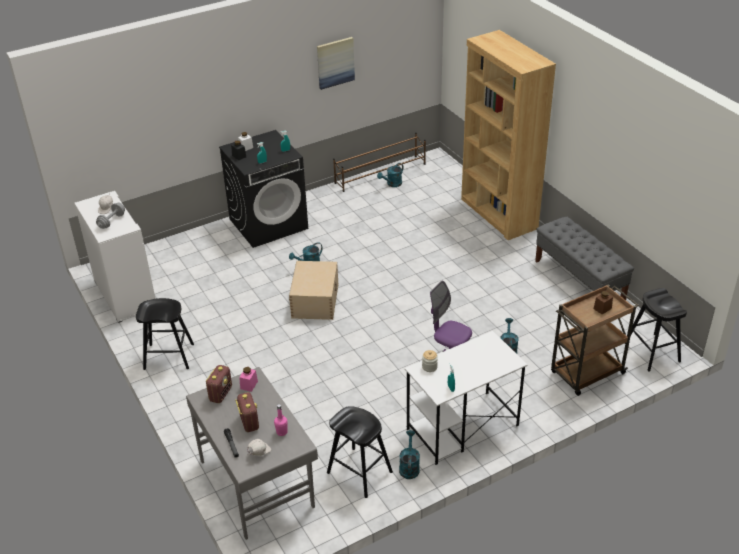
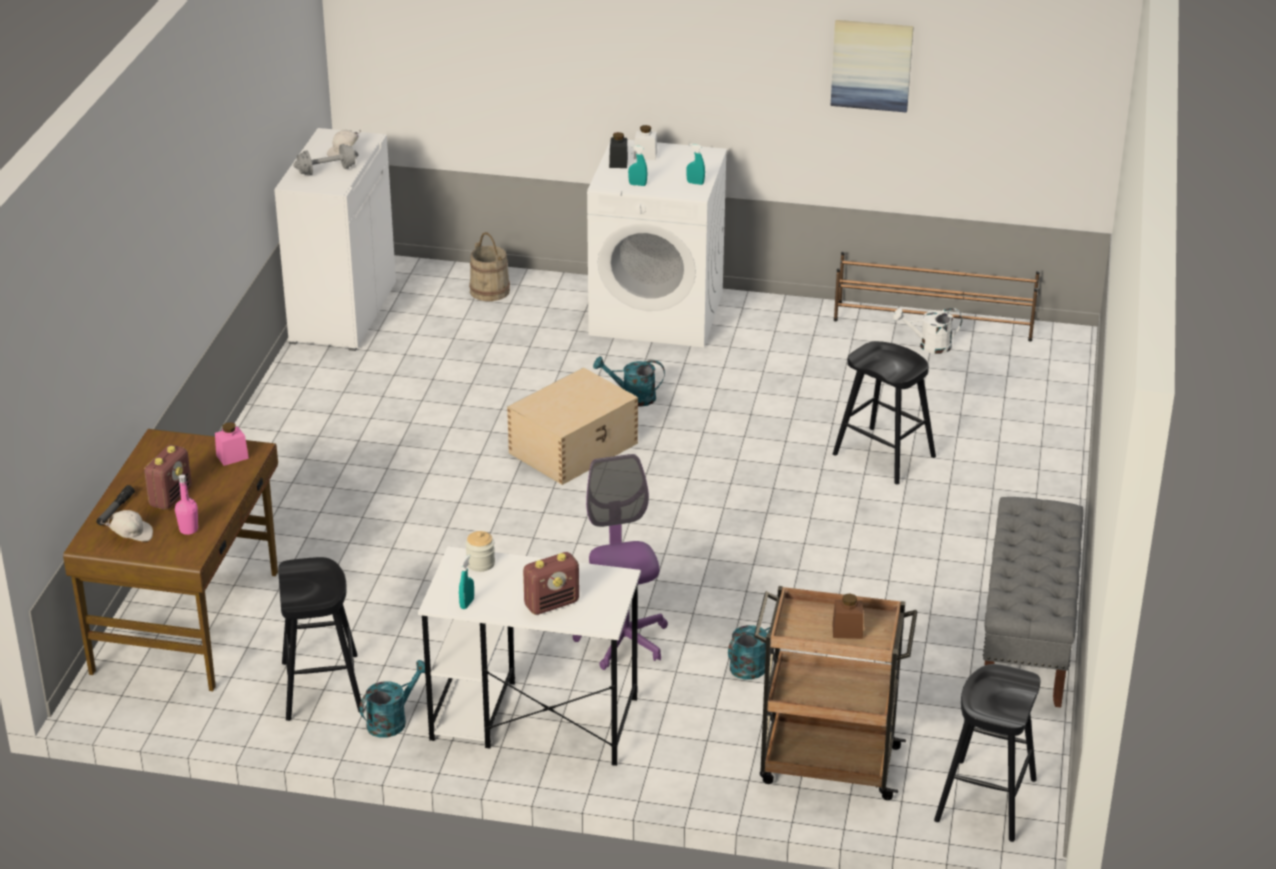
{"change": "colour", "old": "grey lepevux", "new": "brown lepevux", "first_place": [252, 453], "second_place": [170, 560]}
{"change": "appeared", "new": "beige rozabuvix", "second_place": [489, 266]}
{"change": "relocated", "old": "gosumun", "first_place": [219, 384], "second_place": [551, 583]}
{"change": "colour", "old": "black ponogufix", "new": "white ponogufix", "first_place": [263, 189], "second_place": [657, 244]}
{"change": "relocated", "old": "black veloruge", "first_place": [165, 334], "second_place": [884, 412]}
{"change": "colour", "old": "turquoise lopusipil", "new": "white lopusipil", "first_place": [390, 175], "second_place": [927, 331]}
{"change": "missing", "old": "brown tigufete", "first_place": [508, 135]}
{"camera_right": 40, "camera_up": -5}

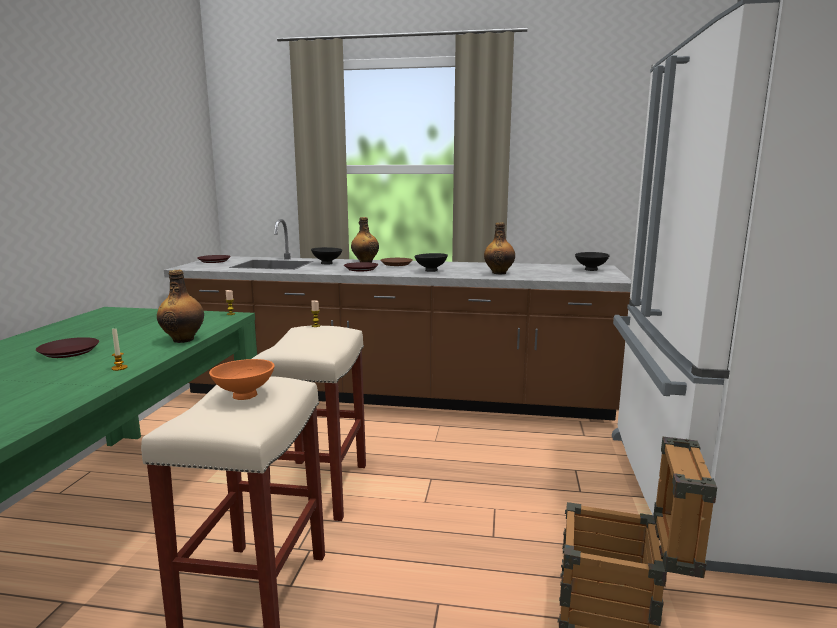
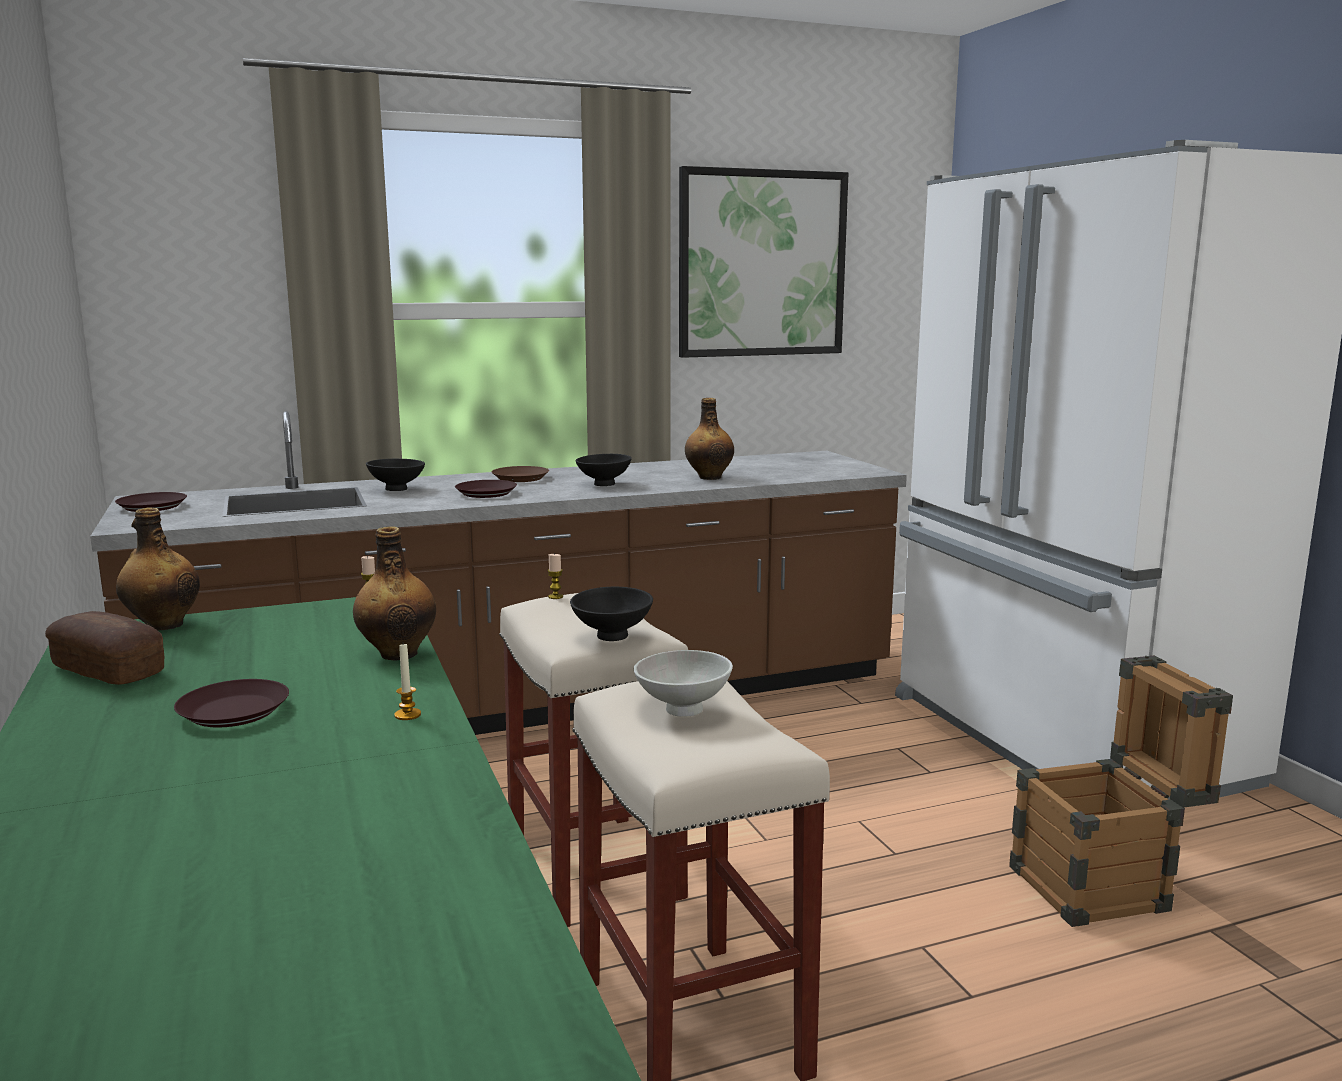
{"change": "appeared", "new": "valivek", "second_place": [104, 648]}
{"change": "relocated", "old": "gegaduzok", "first_place": [365, 240], "second_place": [158, 568]}
{"change": "relocated", "old": "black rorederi", "first_place": [592, 261], "second_place": [611, 614]}
{"change": "colour", "old": "orange rorederi", "new": "white rorederi", "first_place": [242, 379], "second_place": [683, 683]}
{"change": "appeared", "new": "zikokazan", "second_place": [763, 262]}
{"camera_right": -30, "camera_up": 0}

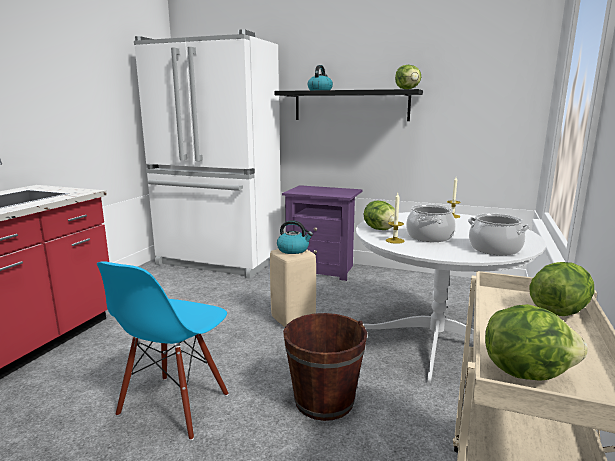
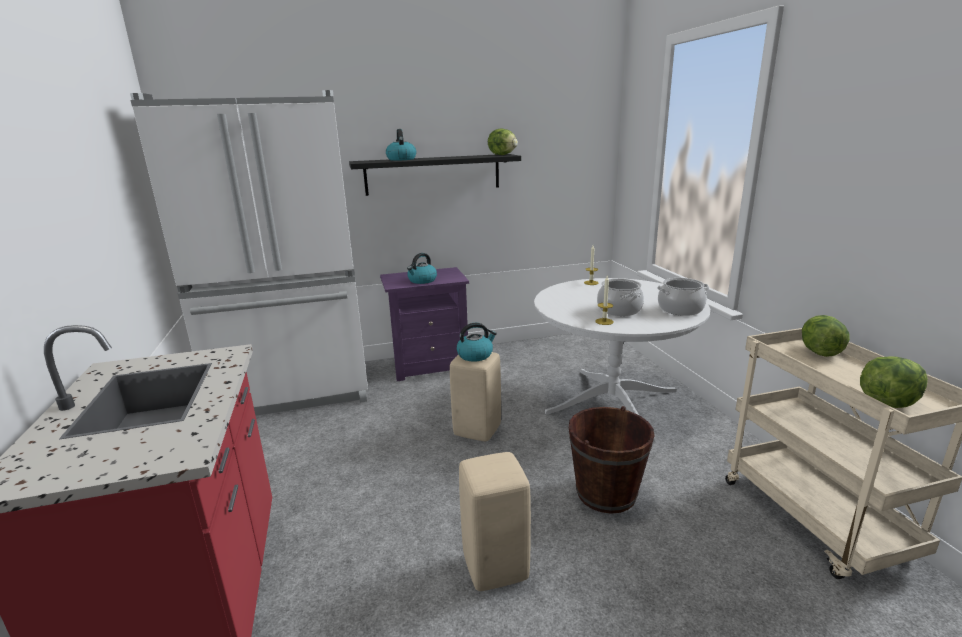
{"change": "appeared", "new": "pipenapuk", "second_place": [422, 268]}
{"change": "exchanged", "old": "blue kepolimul", "new": "beige veloruge", "first_place": [163, 350], "second_place": [495, 521]}
{"change": "missing", "old": "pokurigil", "first_place": [379, 215]}
{"camera_right": -35, "camera_up": 5}

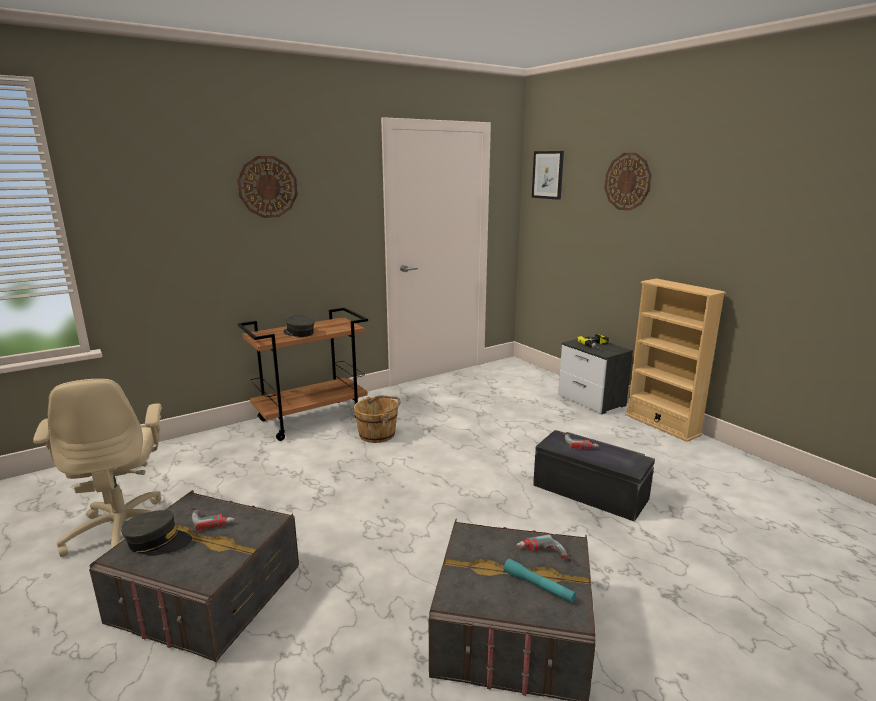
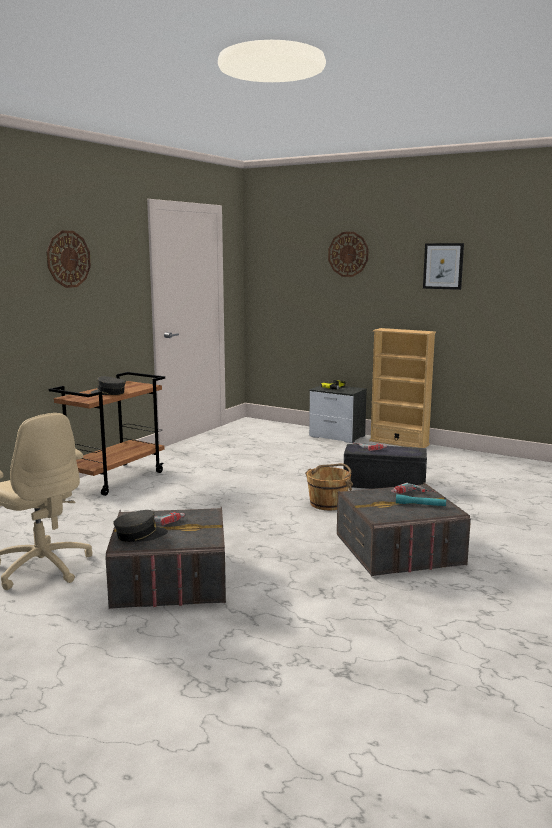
{"change": "relocated", "old": "brown rozabuvix", "first_place": [377, 419], "second_place": [329, 486]}
{"change": "relocated", "old": "zikokazan", "first_place": [548, 175], "second_place": [443, 266]}
{"camera_right": -25, "camera_up": -5}

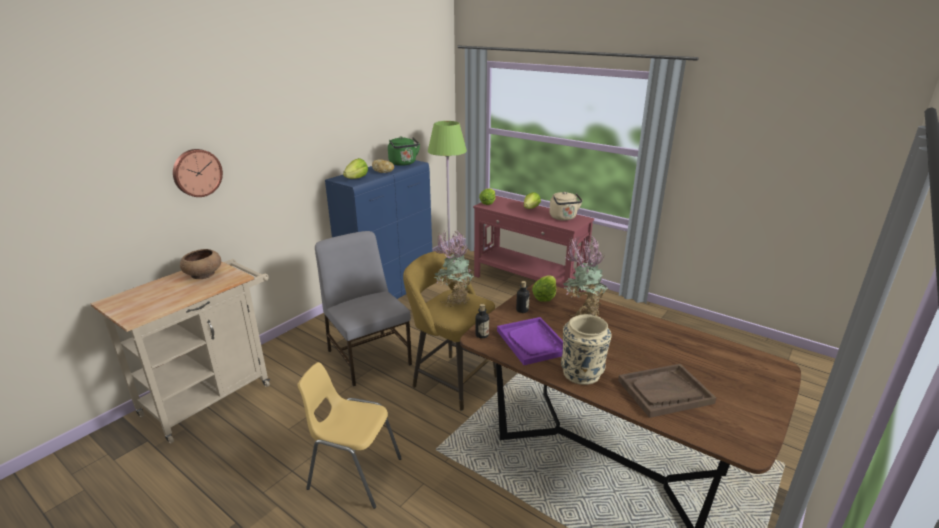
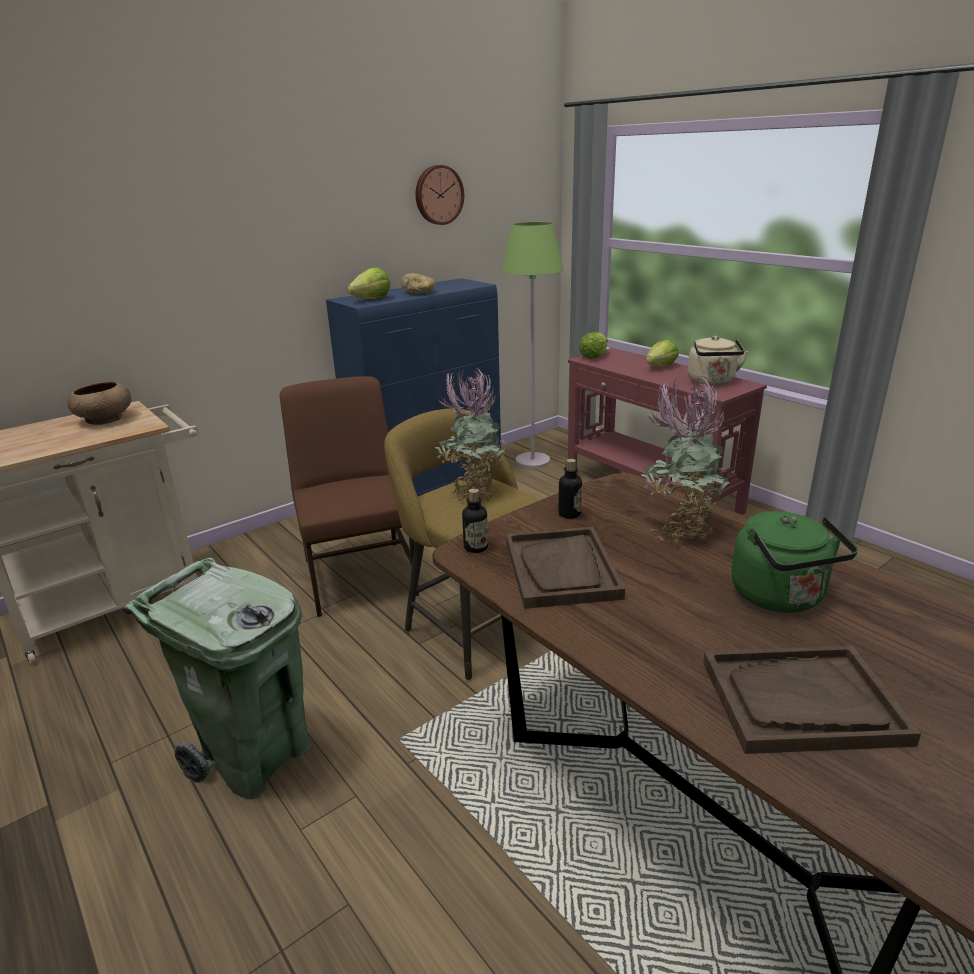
{"change": "exchanged", "old": "yellow kepolimul", "new": "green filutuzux", "first_place": [349, 435], "second_place": [217, 678]}
{"change": "colour", "old": "grey kepolimul", "new": "brown kepolimul", "first_place": [363, 308], "second_place": [349, 496]}
{"change": "relocated", "old": "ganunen", "first_place": [198, 173], "second_place": [439, 195]}
{"change": "colour", "old": "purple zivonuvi", "new": "brown zivonuvi", "first_place": [530, 341], "second_place": [565, 568]}
{"change": "relocated", "old": "green pipenapuk", "first_place": [404, 151], "second_place": [794, 562]}
{"change": "missing", "old": "pokurigil", "first_place": [544, 289]}
{"change": "missing", "old": "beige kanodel", "first_place": [586, 349]}
{"camera_right": 15, "camera_up": 0}

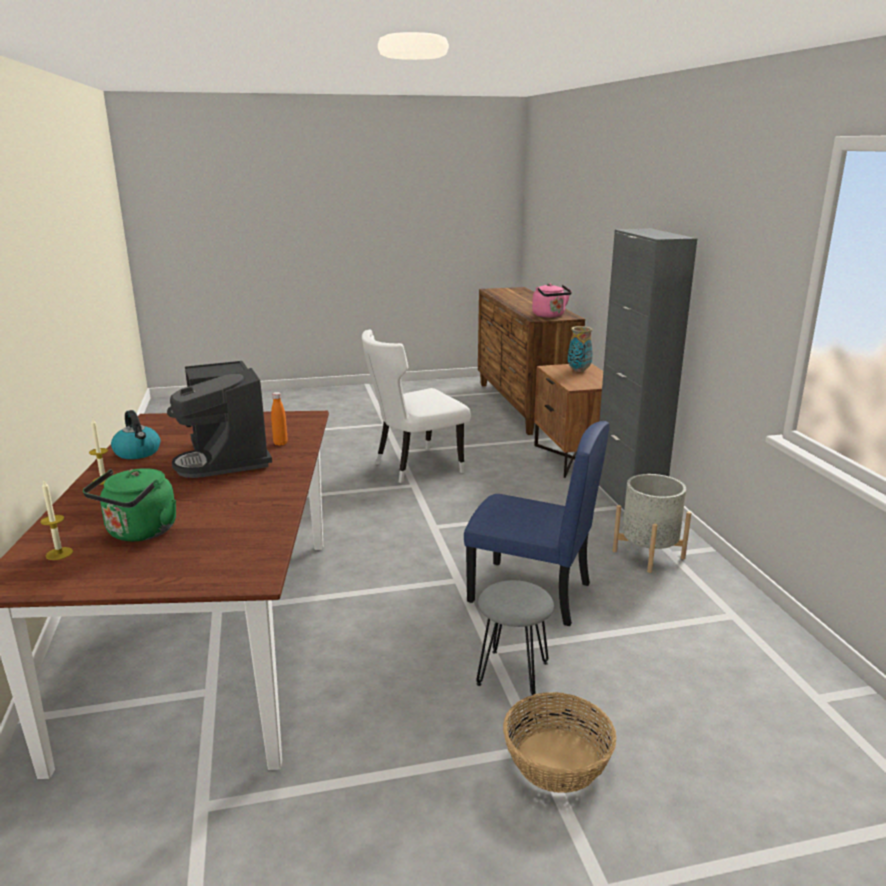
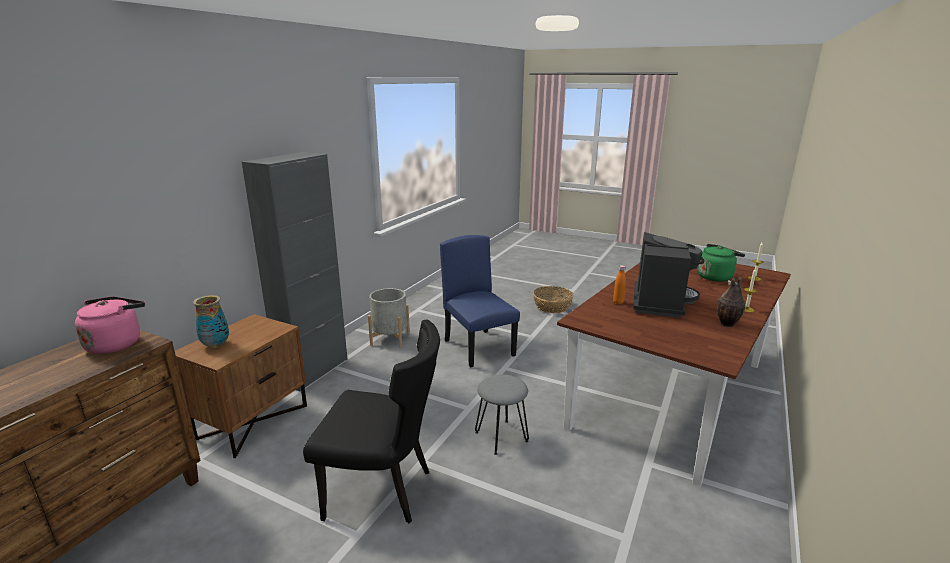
{"change": "colour", "old": "white kepolimul", "new": "black kepolimul", "first_place": [416, 406], "second_place": [371, 422]}
{"change": "relocated", "old": "grey veloruge", "first_place": [515, 638], "second_place": [502, 414]}
{"change": "exchanged", "old": "pipenapuk", "new": "kanodel", "first_place": [135, 434], "second_place": [731, 302]}
{"camera_right": -140, "camera_up": 0}

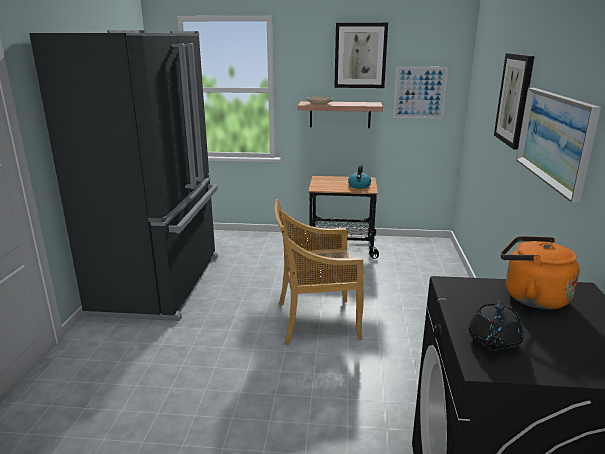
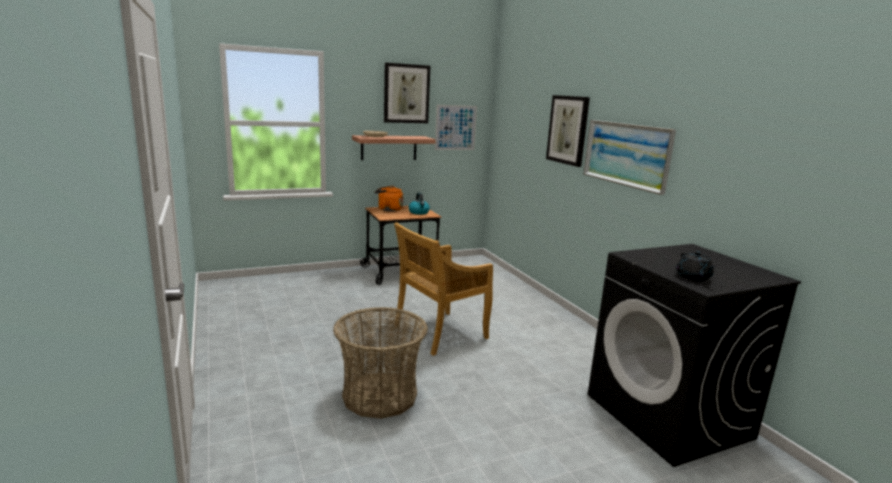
{"change": "appeared", "new": "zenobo", "second_place": [380, 363]}
{"change": "relocated", "old": "orange pipenapuk", "first_place": [540, 273], "second_place": [389, 199]}
{"change": "missing", "old": "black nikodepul", "first_place": [123, 175]}
{"camera_right": -30, "camera_up": -5}

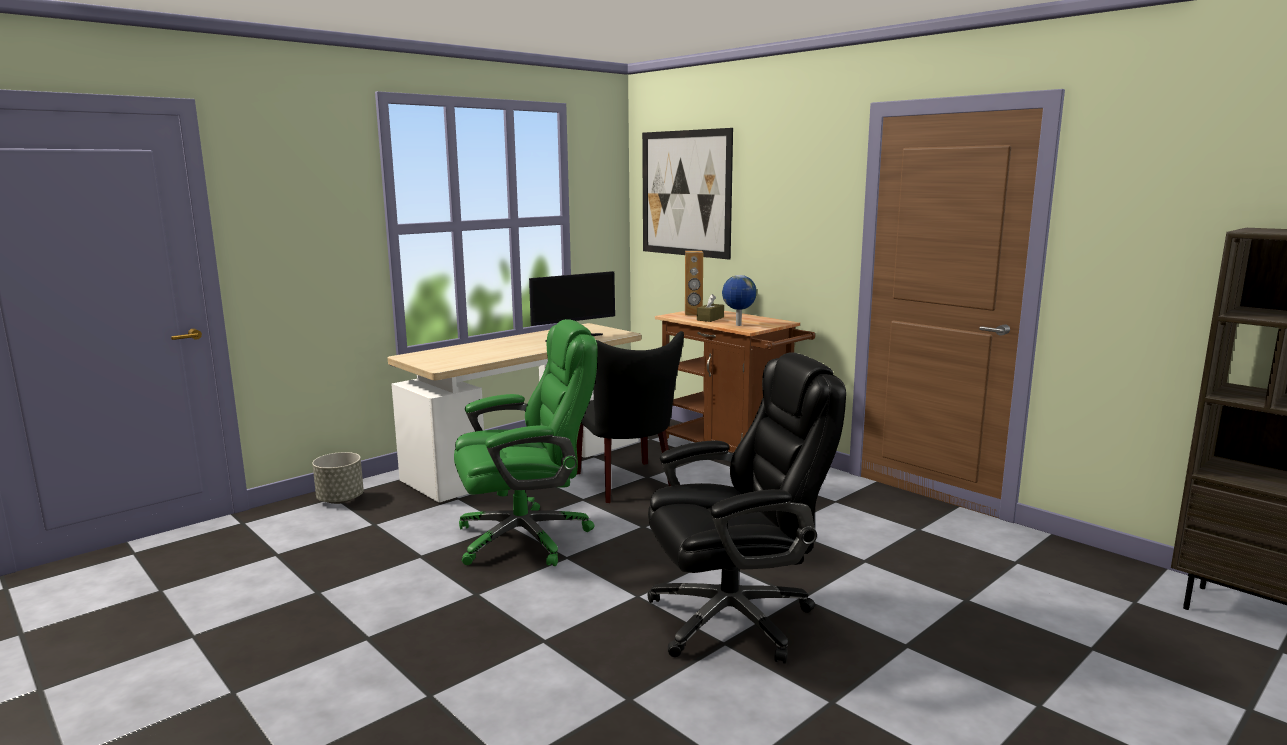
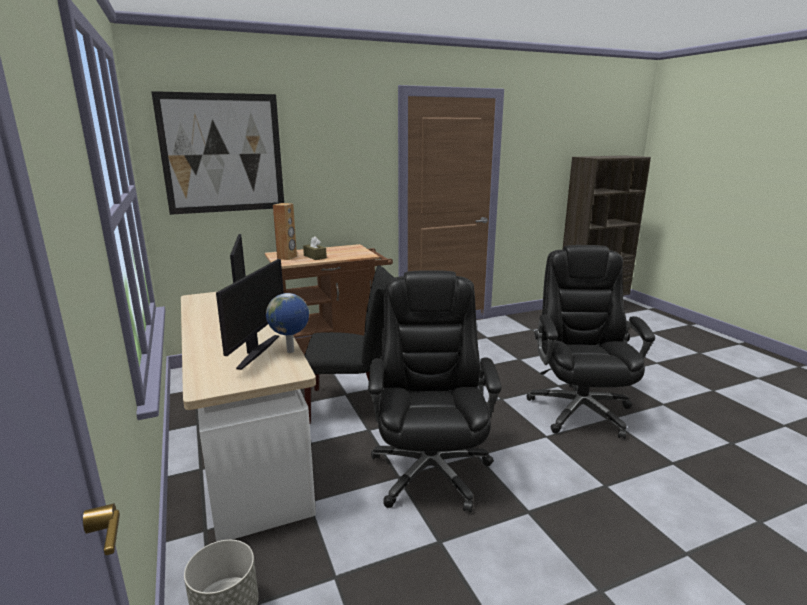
{"change": "appeared", "new": "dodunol", "second_place": [250, 314]}
{"change": "relocated", "old": "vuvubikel", "first_place": [739, 300], "second_place": [287, 323]}
{"change": "colour", "old": "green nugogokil", "new": "black nugogokil", "first_place": [526, 442], "second_place": [435, 391]}
{"camera_right": -70, "camera_up": 5}

